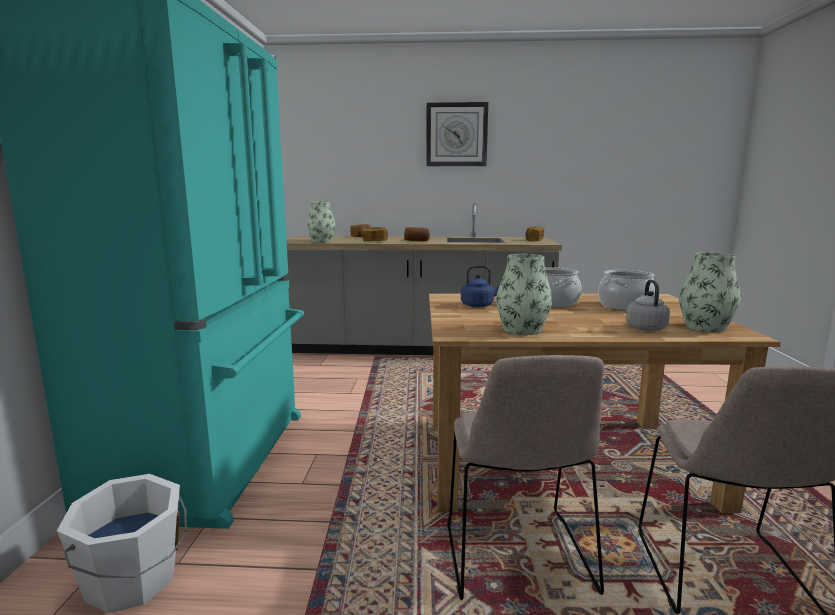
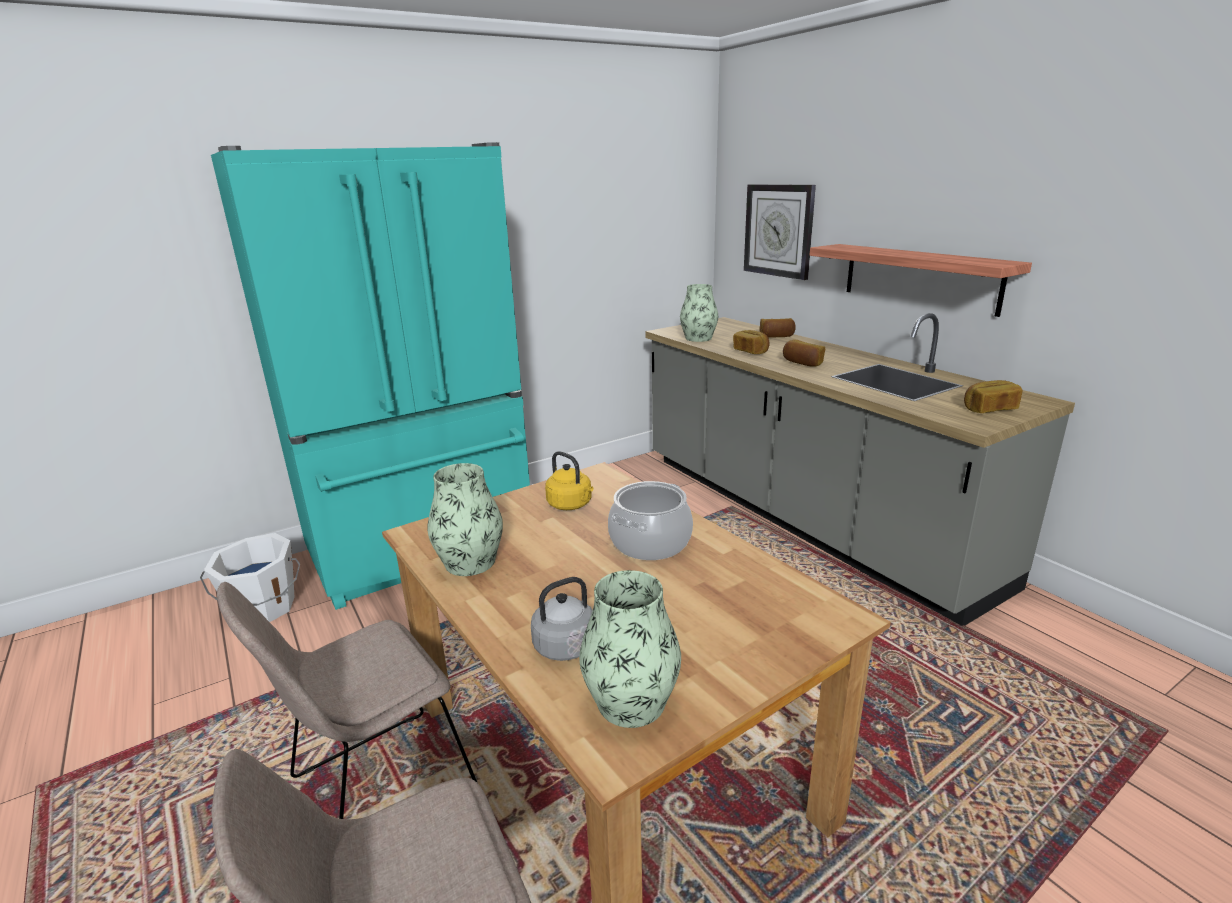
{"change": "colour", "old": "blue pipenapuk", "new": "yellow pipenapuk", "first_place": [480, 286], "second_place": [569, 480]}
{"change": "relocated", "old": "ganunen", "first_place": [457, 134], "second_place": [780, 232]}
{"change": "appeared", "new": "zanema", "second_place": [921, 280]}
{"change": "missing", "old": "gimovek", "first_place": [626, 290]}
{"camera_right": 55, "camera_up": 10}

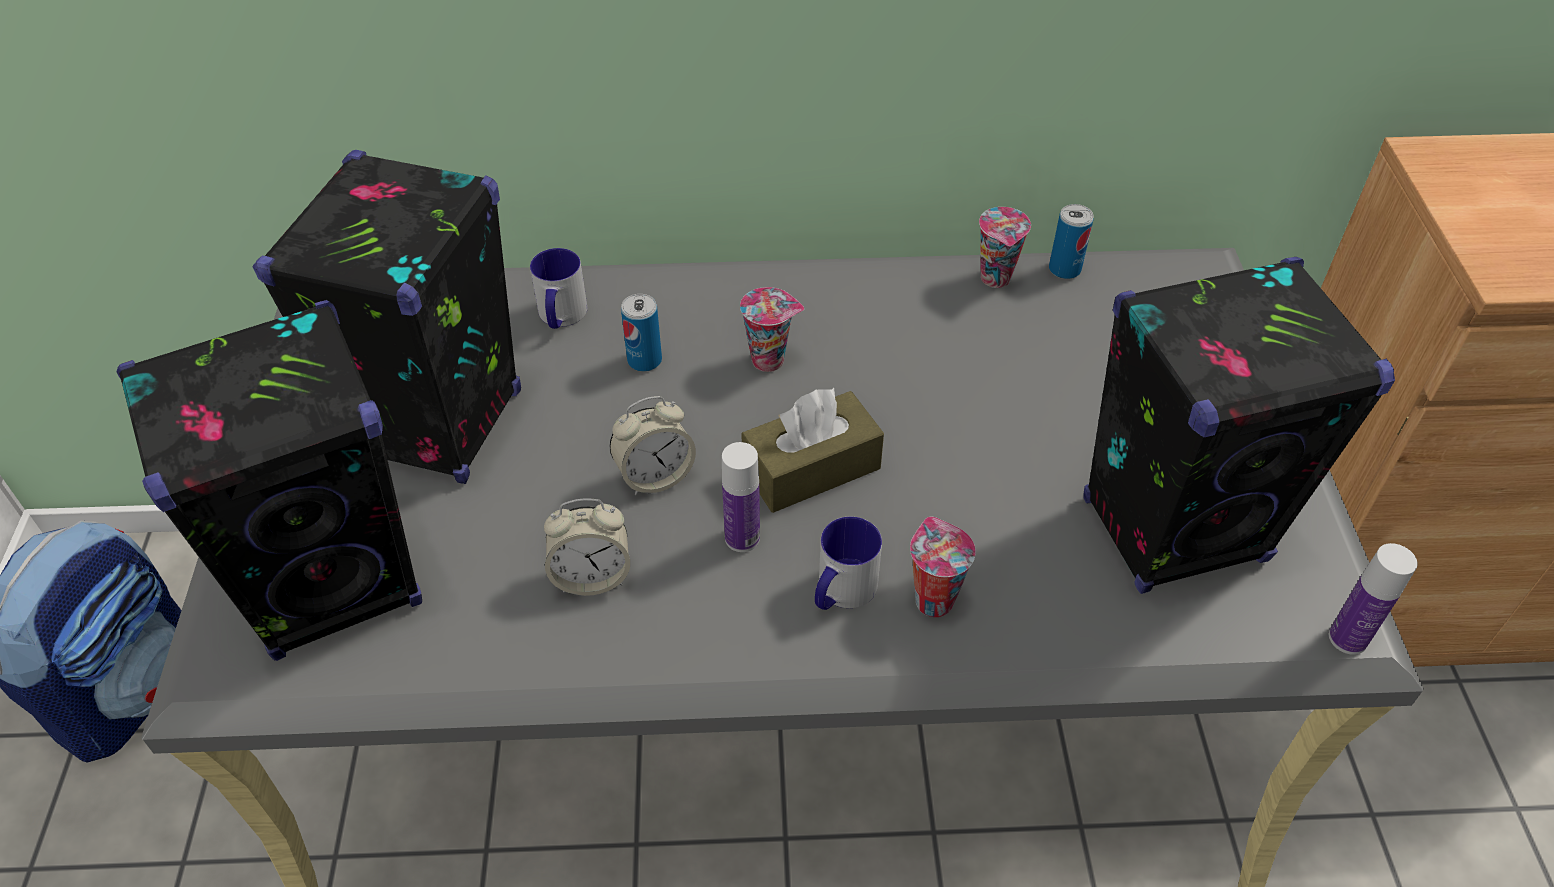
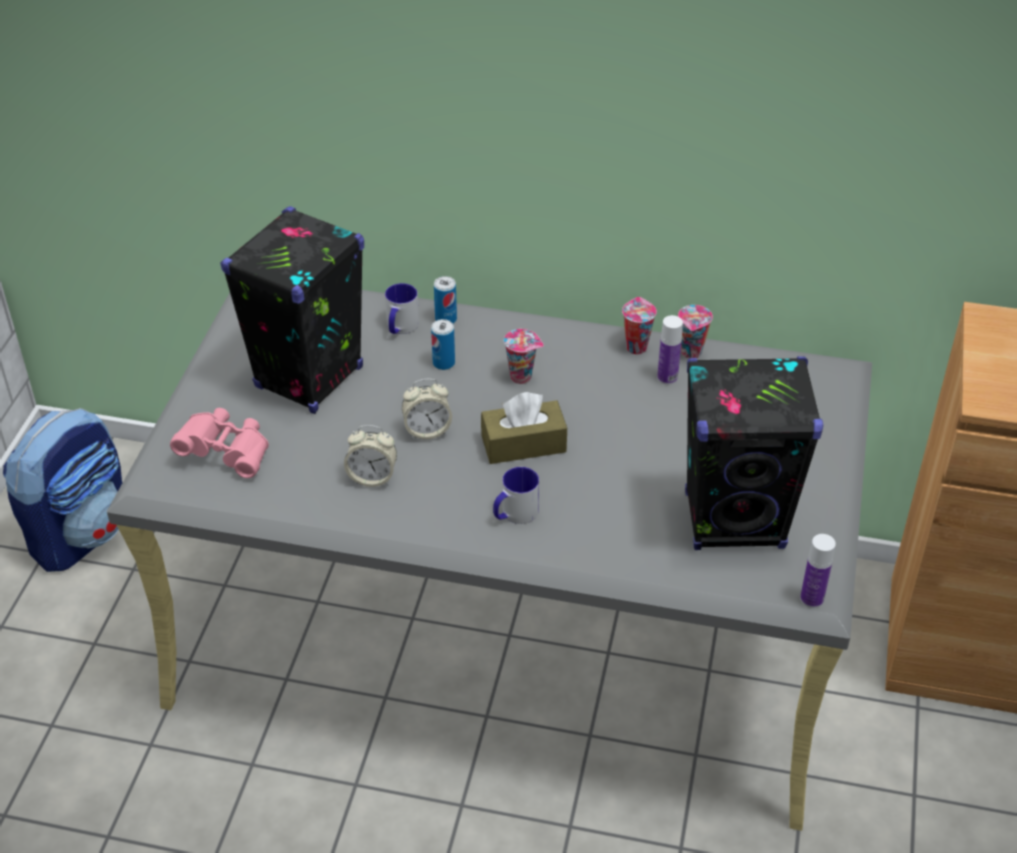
{"change": "exchanged", "old": "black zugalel", "new": "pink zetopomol", "first_place": [269, 480], "second_place": [219, 443]}
{"change": "relocated", "old": "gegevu", "first_place": [1071, 241], "second_place": [445, 300]}
{"change": "relocated", "old": "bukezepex", "first_place": [943, 567], "second_place": [639, 325]}
{"change": "relocated", "old": "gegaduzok", "first_place": [741, 497], "second_place": [670, 350]}
{"camera_right": 15, "camera_up": -5}

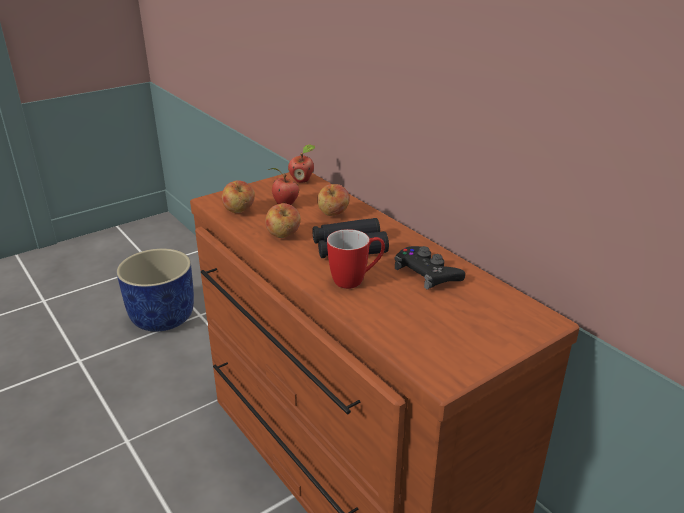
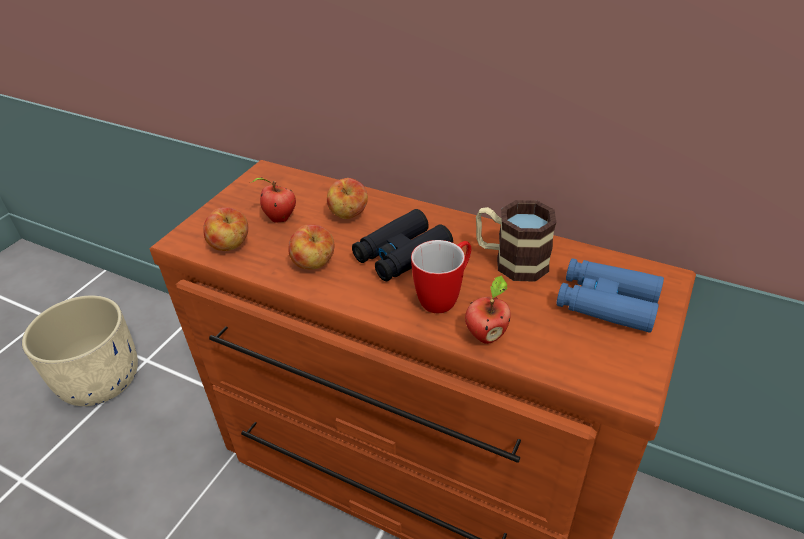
{"change": "colour", "old": "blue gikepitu", "new": "beige gikepitu", "first_place": [155, 290], "second_place": [80, 350]}
{"change": "relocated", "old": "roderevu", "first_place": [301, 163], "second_place": [488, 310]}
{"change": "exchanged", "old": "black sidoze", "new": "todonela", "first_place": [429, 268], "second_place": [516, 241]}
{"change": "appeared", "new": "blue zetopomol", "second_place": [610, 295]}
{"camera_right": -25, "camera_up": 10}

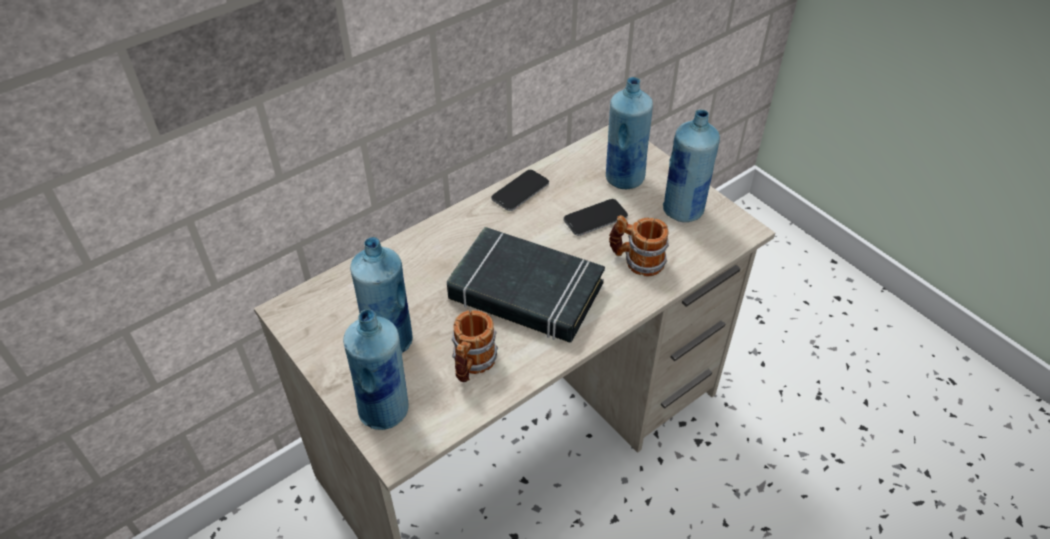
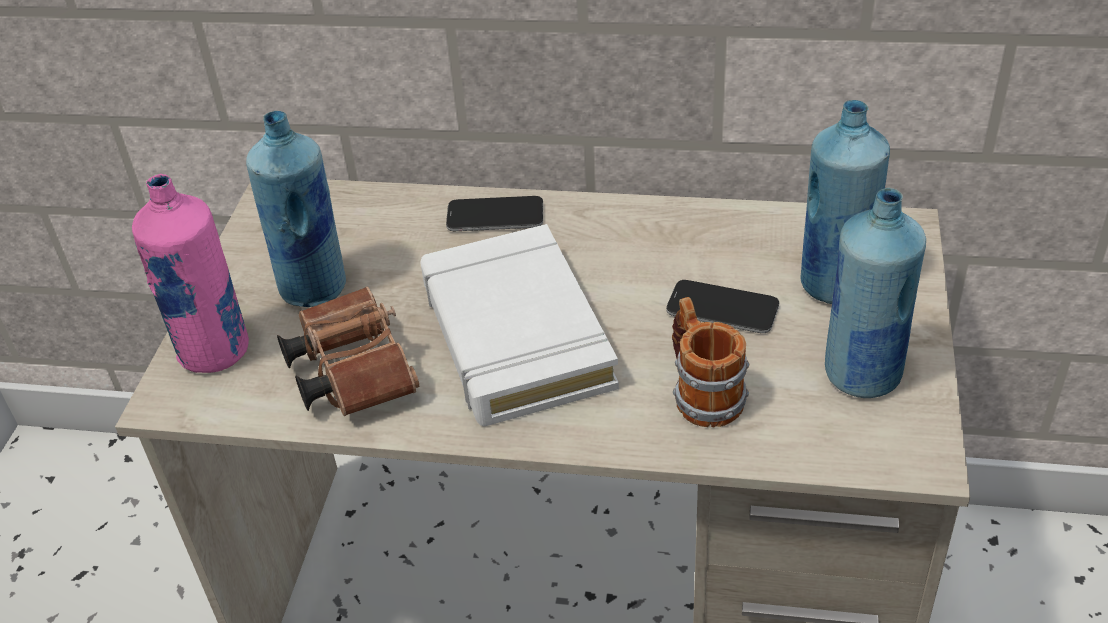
{"change": "colour", "old": "blue gegaduzok", "new": "pink gegaduzok", "first_place": [376, 370], "second_place": [190, 273]}
{"change": "exchanged", "old": "todonela", "new": "brown zetopomol", "first_place": [475, 346], "second_place": [348, 351]}
{"change": "colour", "old": "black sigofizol", "new": "white sigofizol", "first_place": [526, 284], "second_place": [520, 325]}
{"change": "relocated", "old": "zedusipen", "first_place": [520, 190], "second_place": [494, 213]}
{"camera_right": 50, "camera_up": -5}

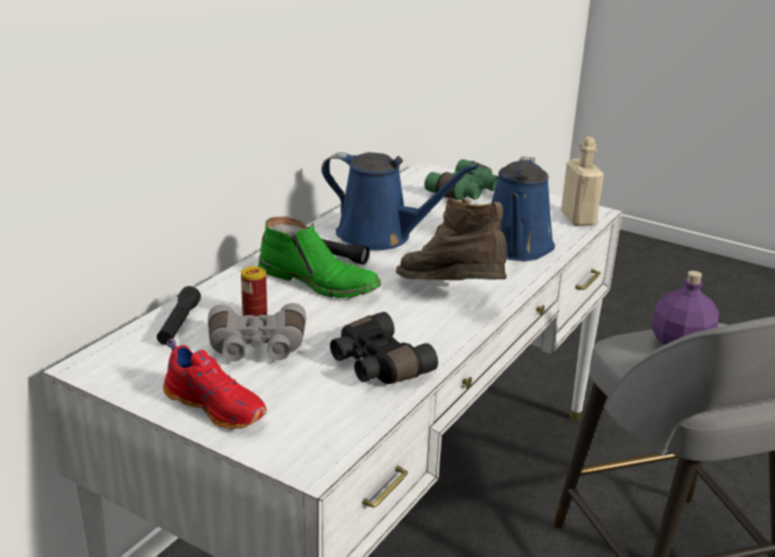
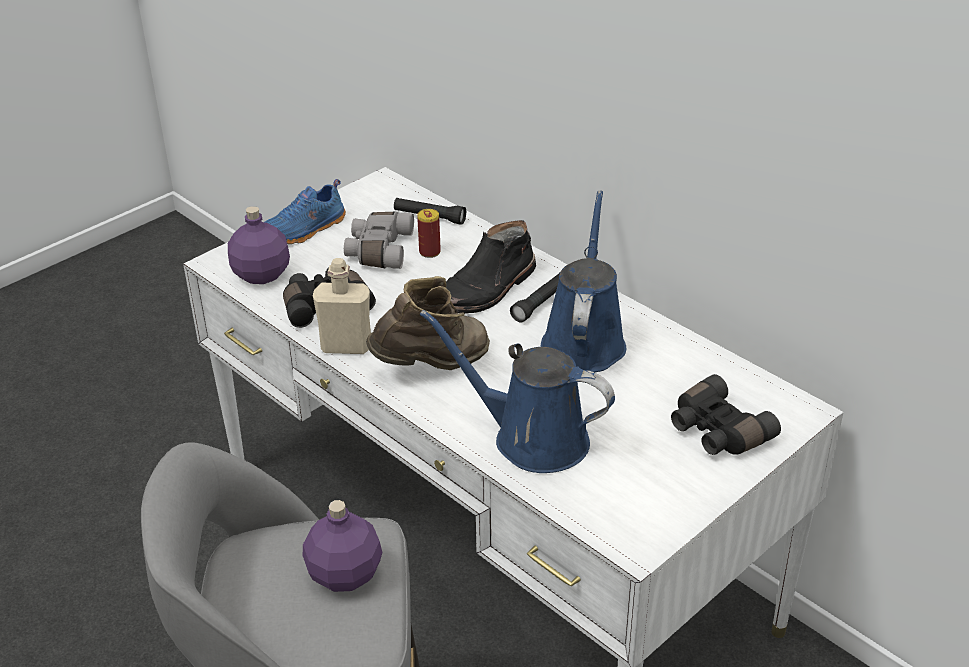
{"change": "appeared", "new": "purple gegaduzok", "second_place": [259, 245]}
{"change": "colour", "old": "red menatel", "new": "blue menatel", "first_place": [215, 383], "second_place": [305, 211]}
{"change": "relocated", "old": "beige gegaduzok", "first_place": [582, 181], "second_place": [342, 306]}
{"change": "colour", "old": "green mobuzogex", "new": "black mobuzogex", "first_place": [319, 257], "second_place": [491, 267]}
{"change": "spun", "old": "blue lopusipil", "first_place": [400, 201], "second_place": [583, 281], "degrees": 150}
{"change": "colour", "old": "green zetopomol", "new": "black zetopomol", "first_place": [461, 179], "second_place": [726, 414]}
{"camera_right": 105, "camera_up": 10}

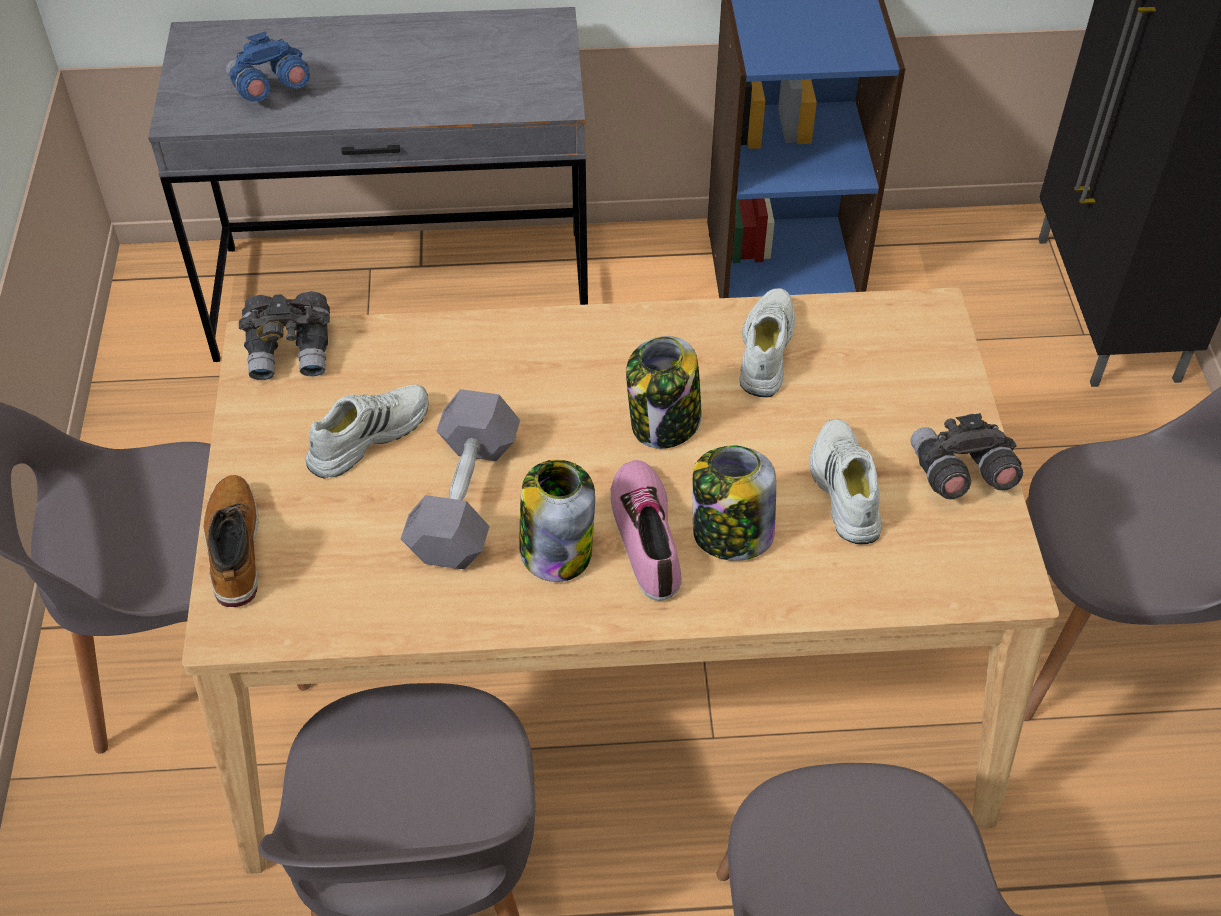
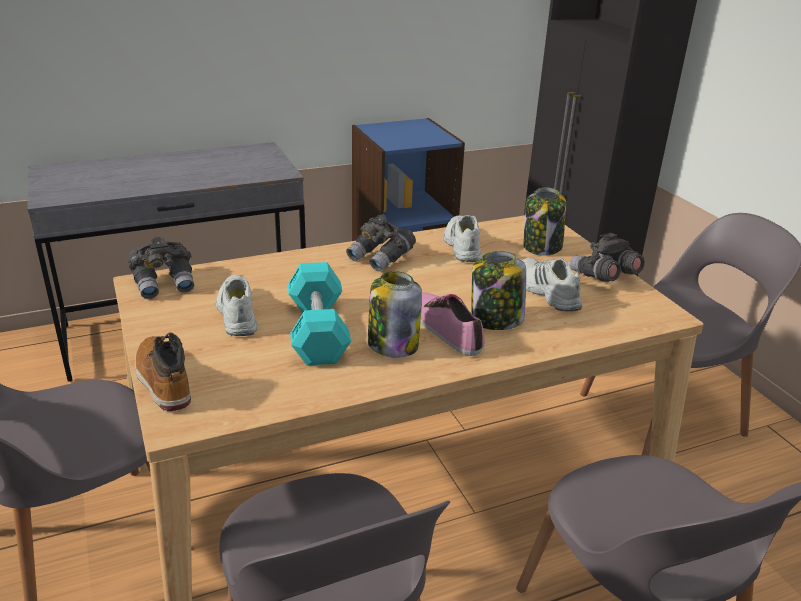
{"change": "spun", "old": "white menatel", "first_place": [367, 431], "second_place": [236, 305], "degrees": -45}
{"change": "colour", "old": "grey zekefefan", "new": "turquoise zekefefan", "first_place": [460, 479], "second_place": [319, 313]}
{"change": "appeared", "new": "grey zetopomol", "second_place": [381, 243]}
{"change": "relocated", "old": "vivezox", "first_place": [664, 392], "second_place": [544, 222]}
{"change": "missing", "old": "blue zetopomol", "first_place": [268, 66]}
{"camera_right": -20, "camera_up": -20}

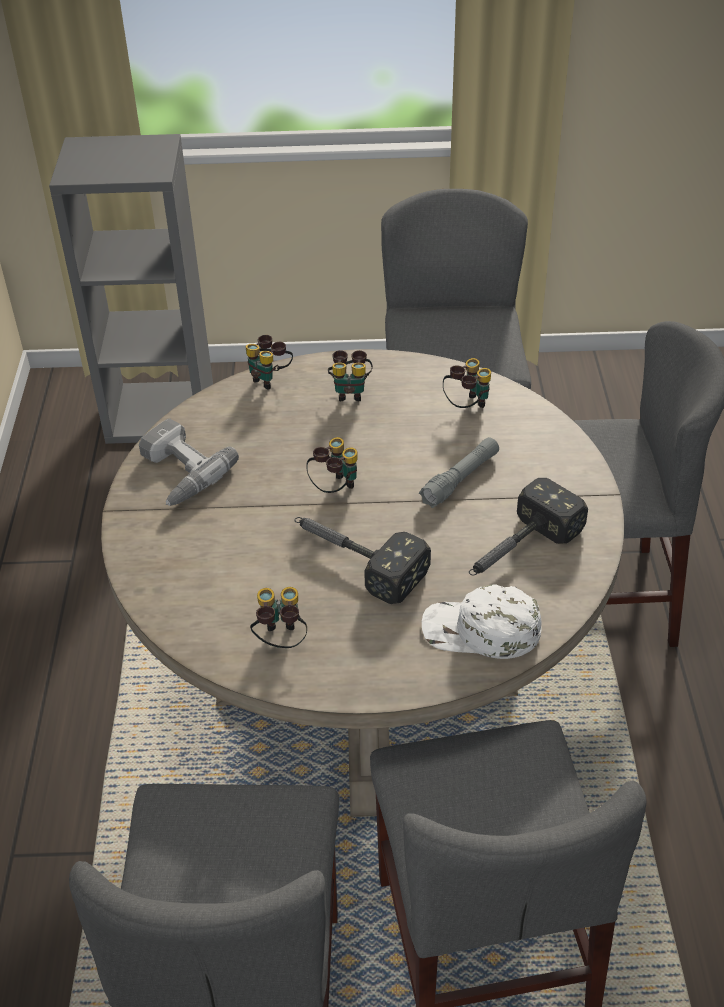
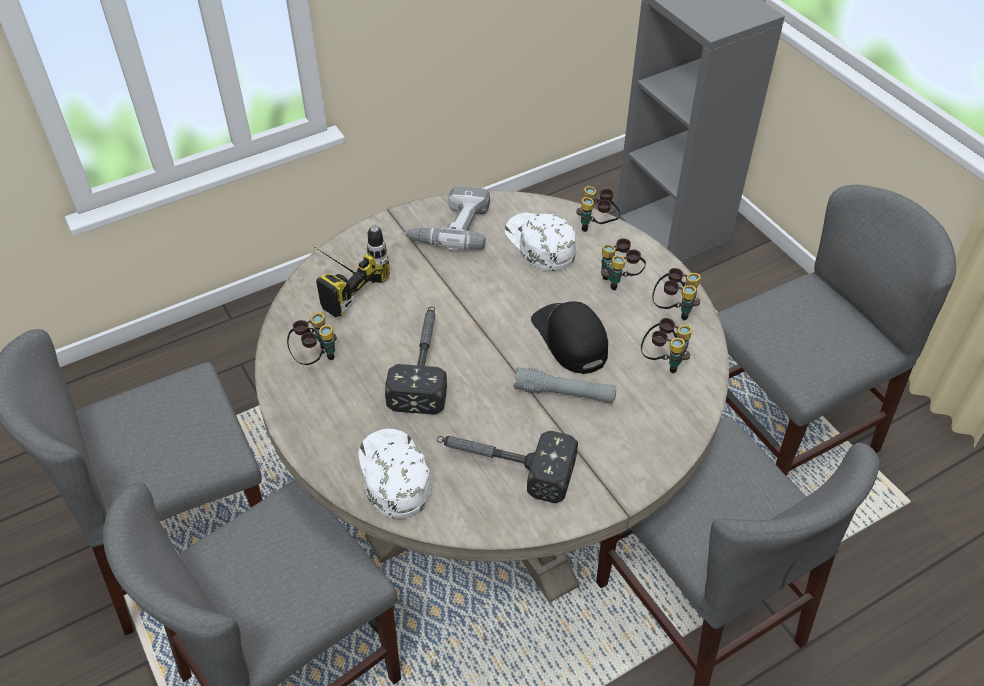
{"change": "appeared", "new": "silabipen", "second_place": [351, 270]}
{"change": "appeared", "new": "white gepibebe", "second_place": [540, 241]}
{"change": "appeared", "new": "black gepibebe", "second_place": [569, 337]}
{"change": "relocated", "old": "zetopomol", "first_place": [331, 465], "second_place": [676, 294]}
{"camera_right": 60, "camera_up": 5}

